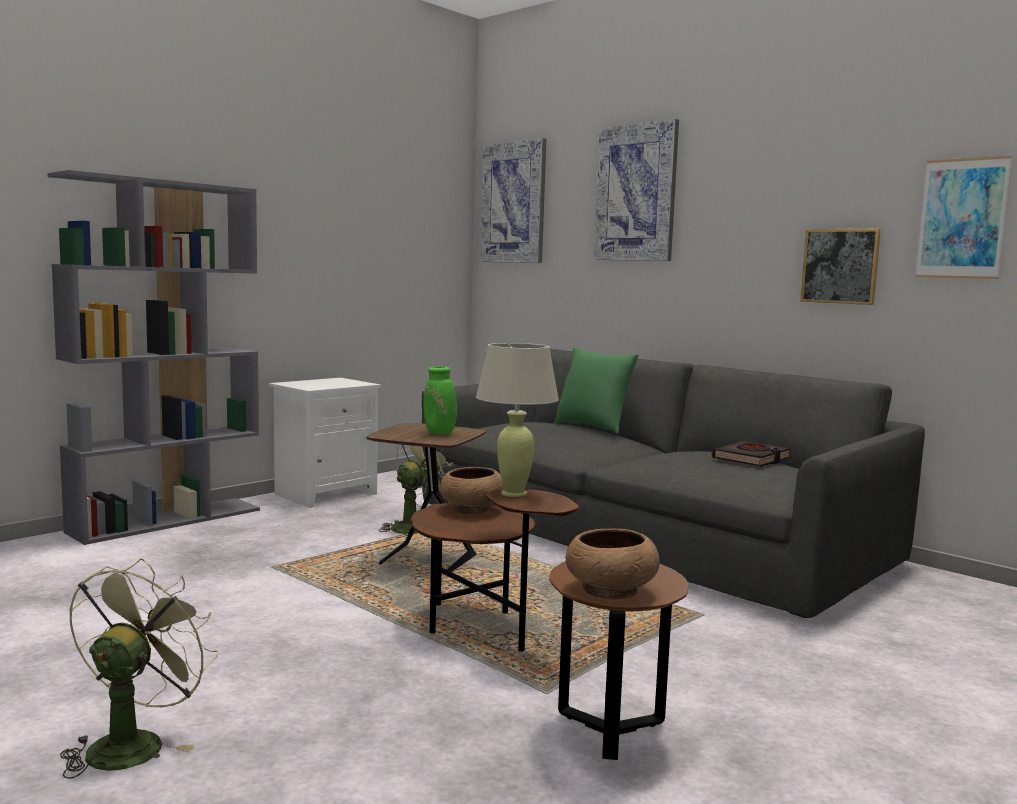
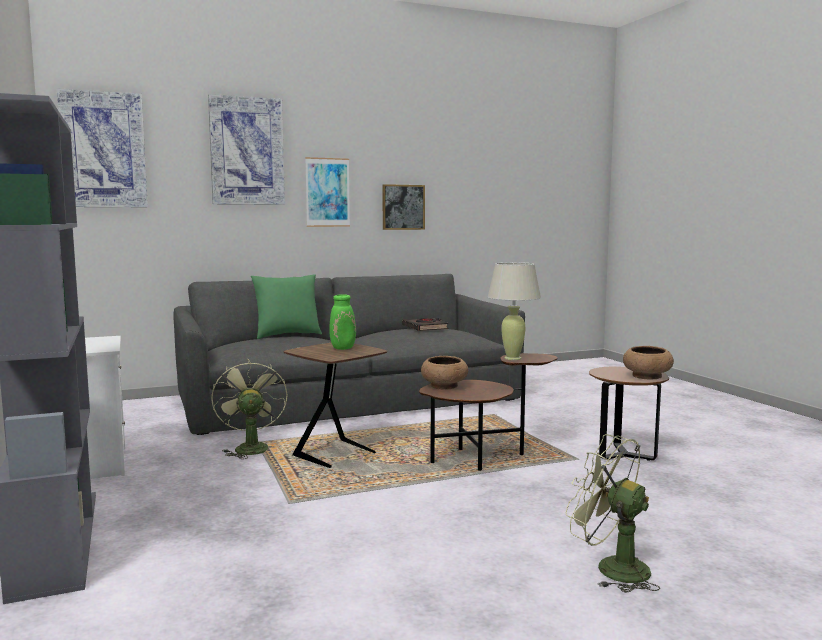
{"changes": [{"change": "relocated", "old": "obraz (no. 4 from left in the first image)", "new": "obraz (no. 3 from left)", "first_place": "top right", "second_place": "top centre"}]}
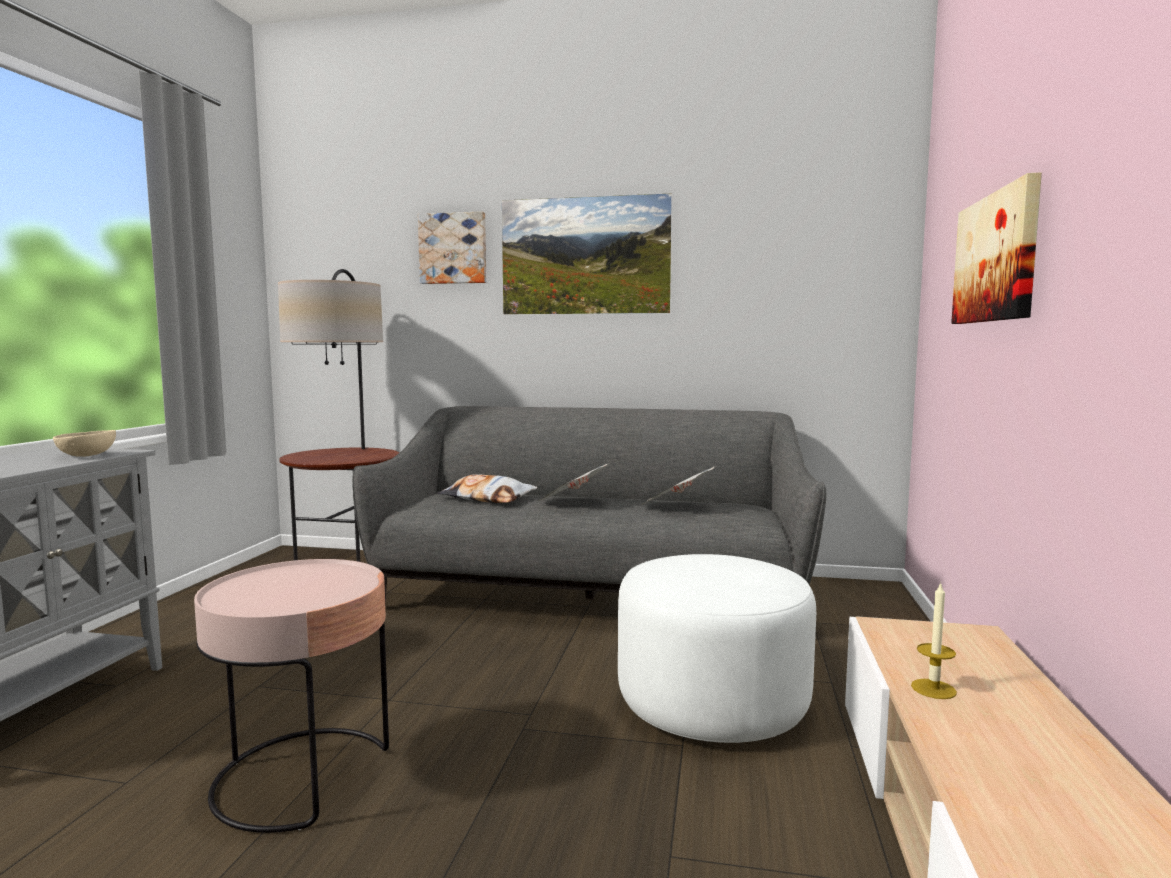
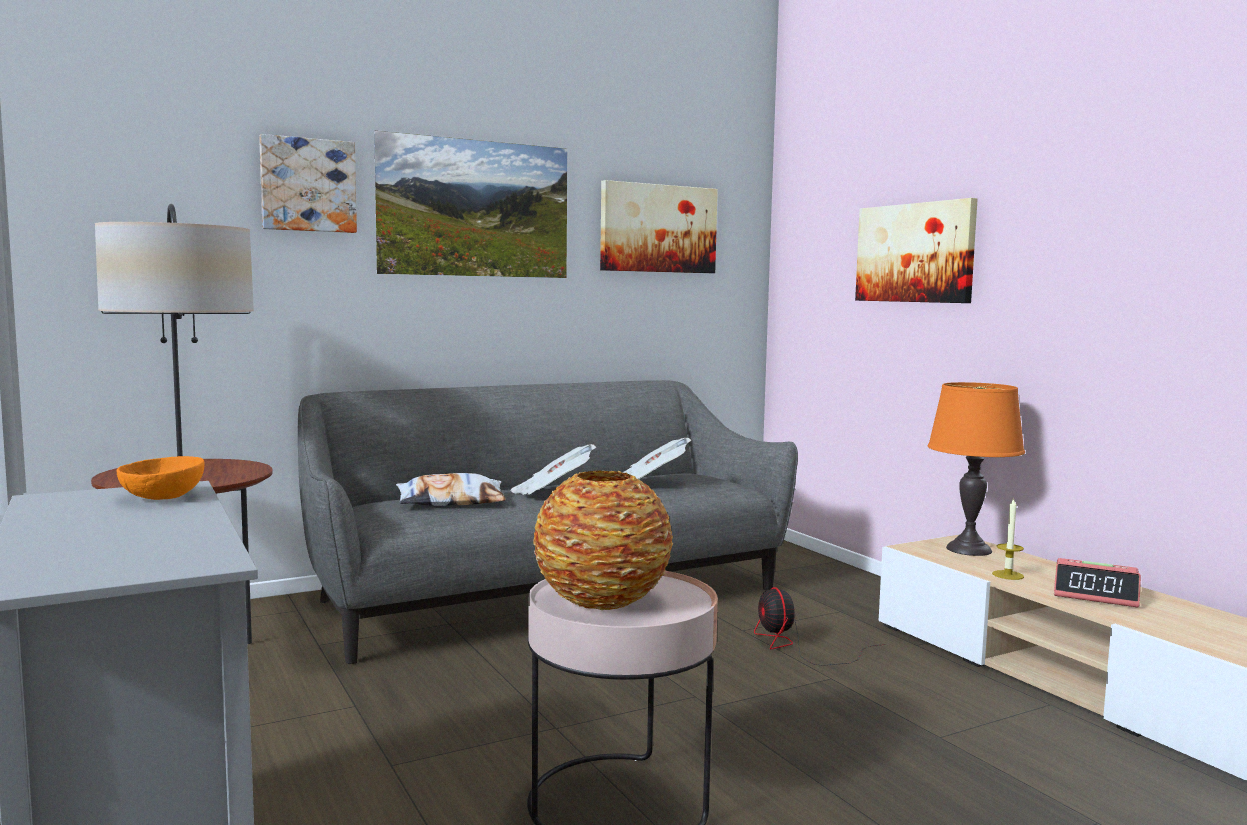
{"changes": [{"change": "colour", "old": "miska/beżowy", "new": "miska/pomarańczowy", "first_place": "middle left", "second_place": "middle left"}, {"change": "exchanged", "old": "pufa/biały", "new": "wentylator", "first_place": "bottom centre", "second_place": "bottom centre"}, {"change": "appeared", "new": "obraz (no. 3 from left)", "second_place": "top centre"}, {"change": "appeared", "new": "lampa stołowa/pomarańczowy", "second_place": "middle right"}, {"change": "appeared", "new": "wazon", "second_place": "centre"}, {"change": "appeared", "new": "budzik", "second_place": "bottom right"}]}
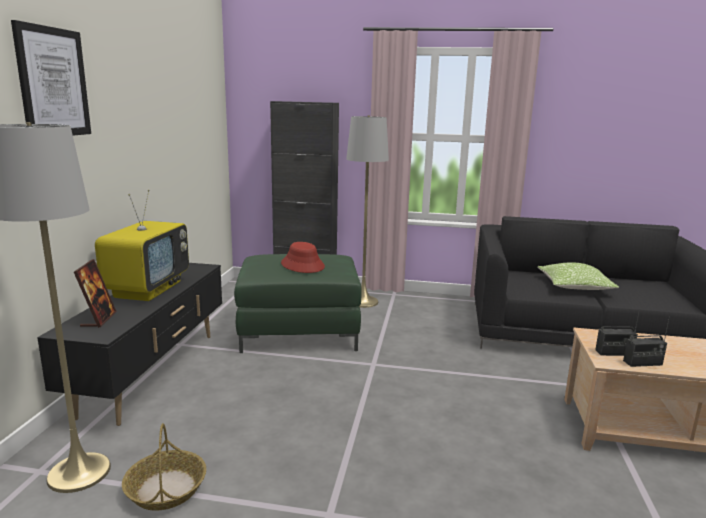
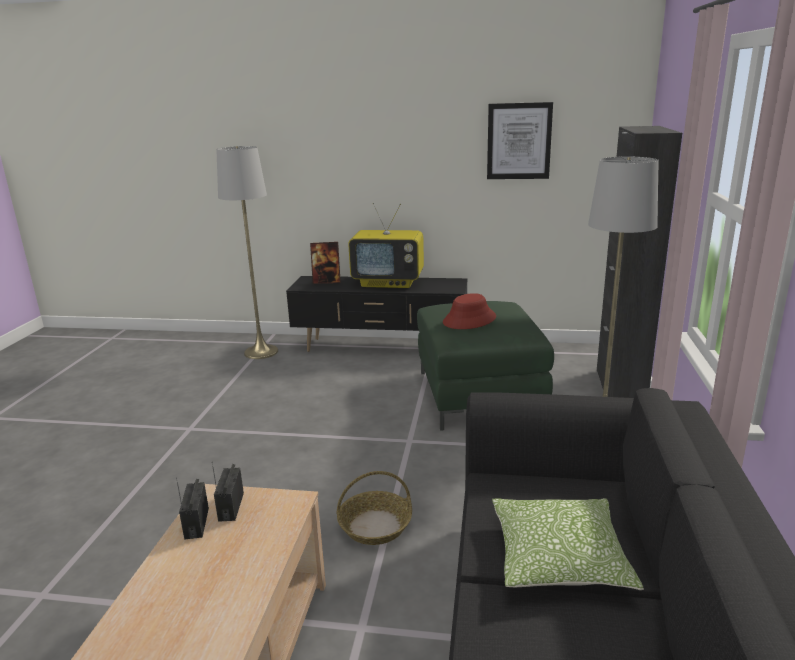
{"changes": [{"change": "relocated", "old": "obraz", "first_place": "top left", "second_place": "top centre"}, {"change": "relocated", "old": "koszyk", "first_place": "bottom left", "second_place": "bottom centre"}]}
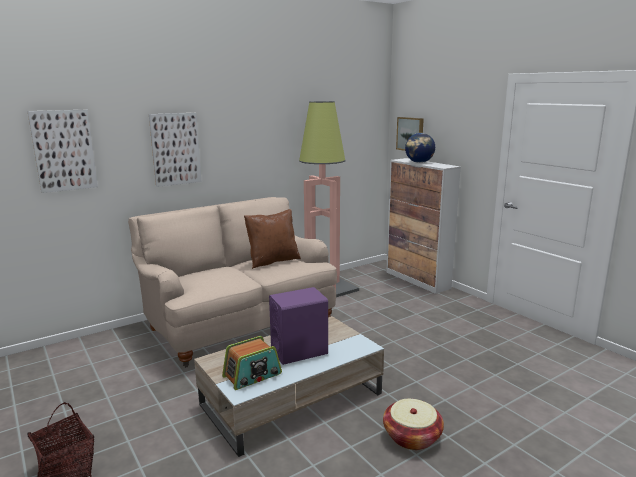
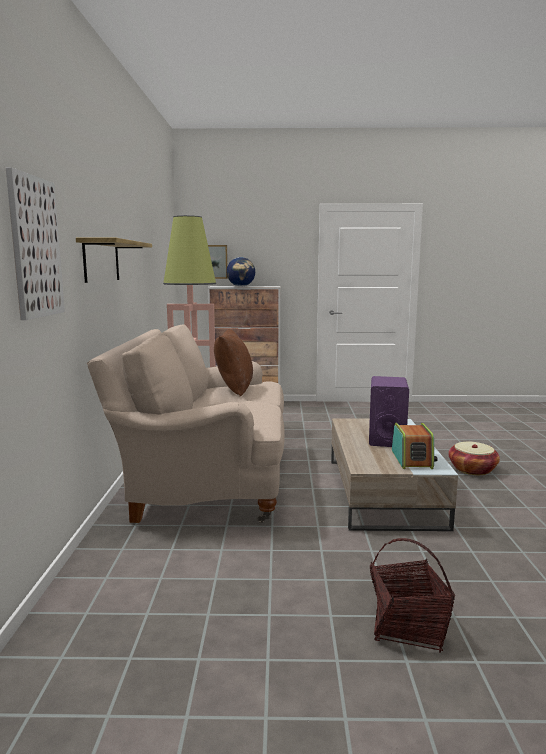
{"changes": [{"change": "exchanged", "old": "obraz (no. 2 from left)", "new": "półka", "first_place": "top left", "second_place": "middle left"}]}
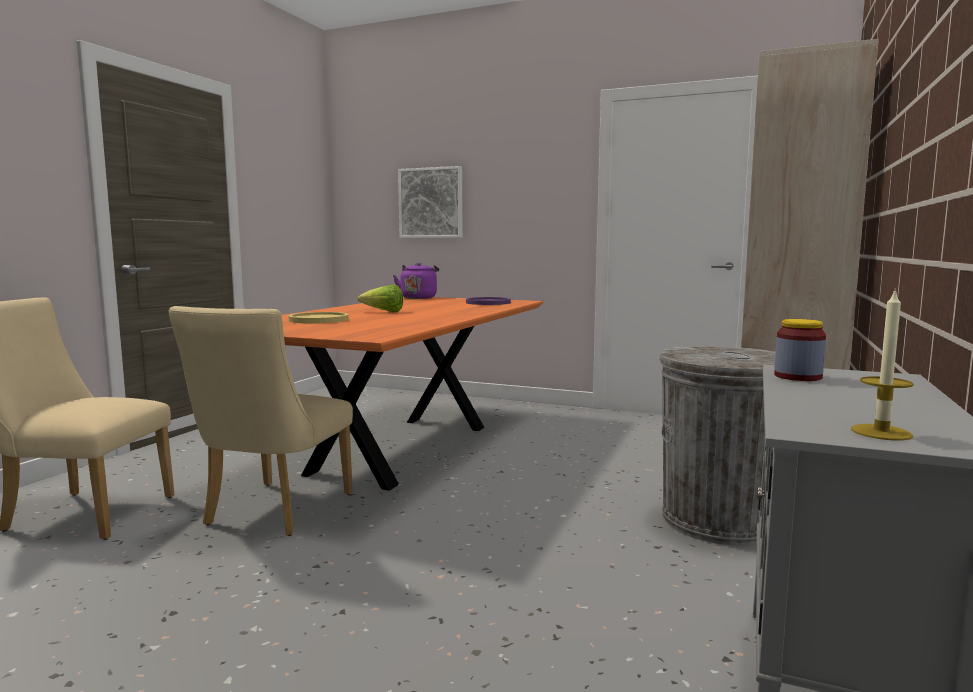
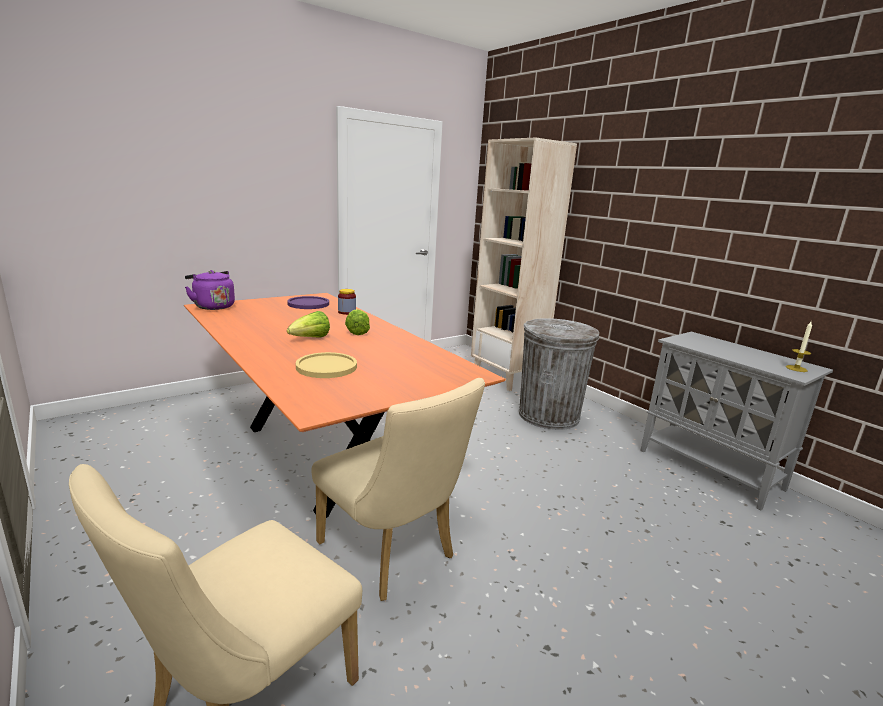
{"changes": [{"change": "missing", "old": "obraz", "first_place": "top centre"}, {"change": "relocated", "old": "słoik", "first_place": "middle right", "second_place": "centre"}, {"change": "appeared", "new": "sałata (no. 2 from left)", "second_place": "centre"}]}
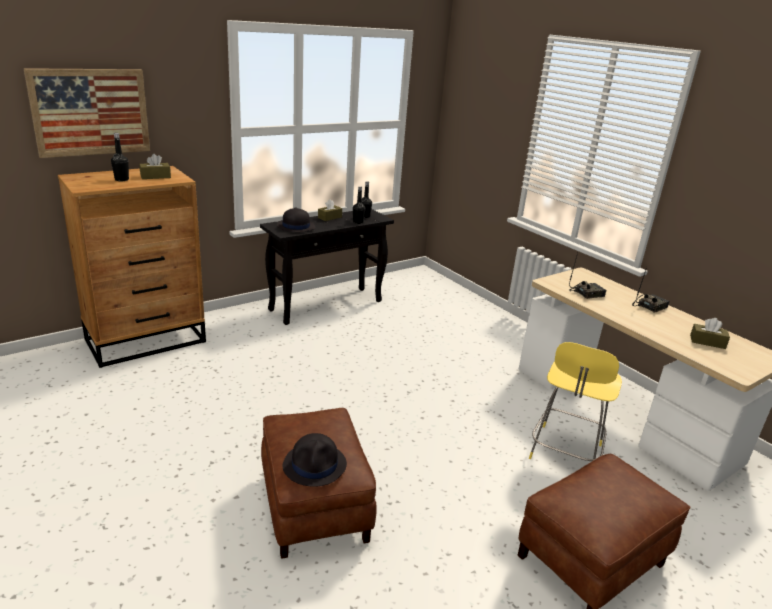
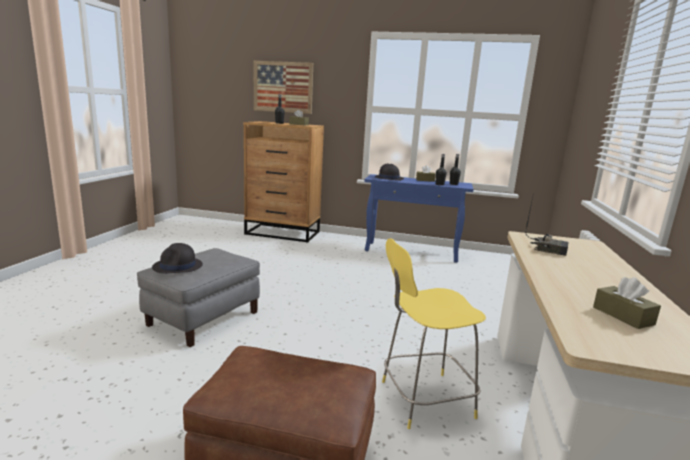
{"changes": [{"change": "colour", "old": "stolik konsolowy/czarny", "new": "stolik konsolowy/niebieski", "first_place": "centre", "second_place": "centre"}, {"change": "missing", "old": "radio (no. 2 from left)", "first_place": "middle right"}, {"change": "colour", "old": "pufa/brązowy (no. 1 from left)", "new": "pufa/szary", "first_place": "bottom centre", "second_place": "middle left"}]}
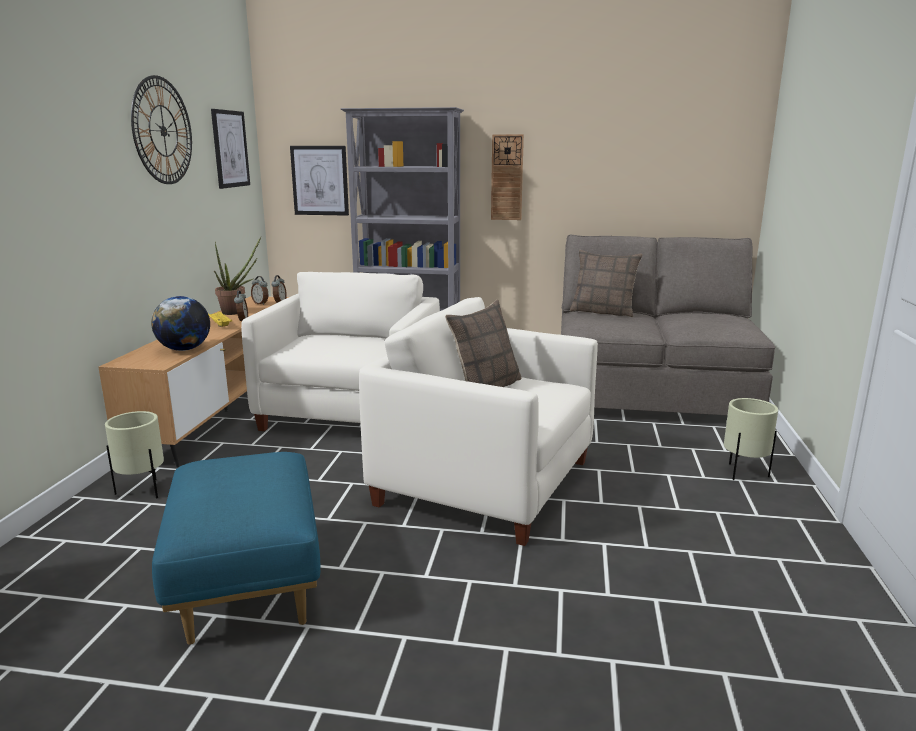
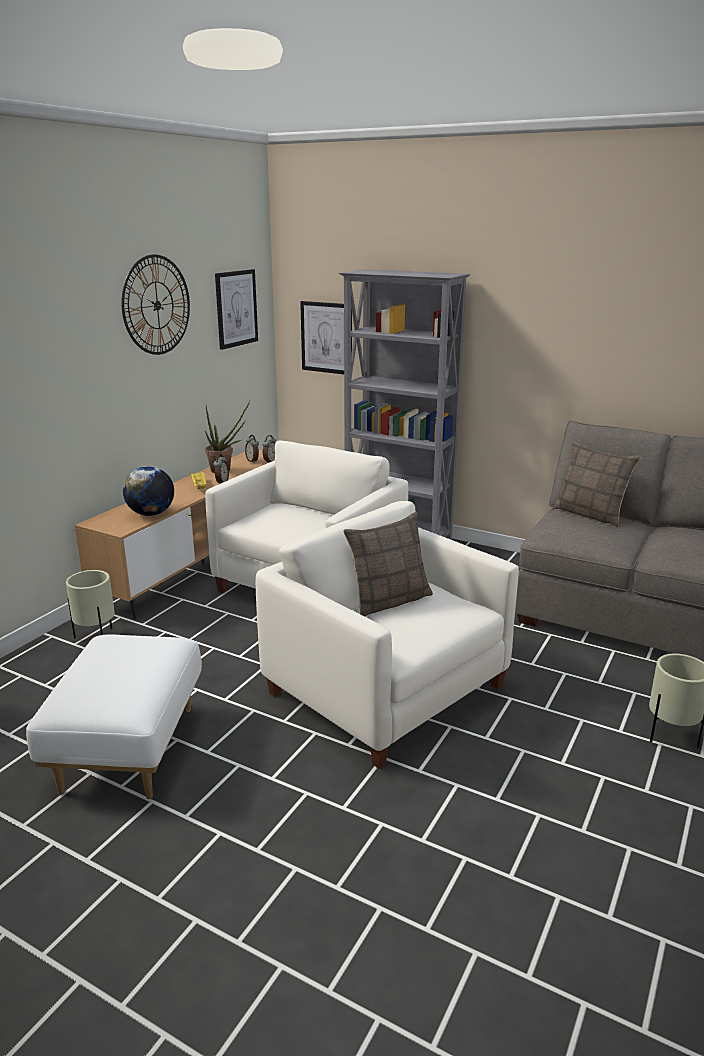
{"changes": [{"change": "missing", "old": "zegar ścienny (no. 2 from left)", "first_place": "top centre"}, {"change": "colour", "old": "pufa/niebieski", "new": "pufa/biały", "first_place": "bottom left", "second_place": "bottom left"}]}
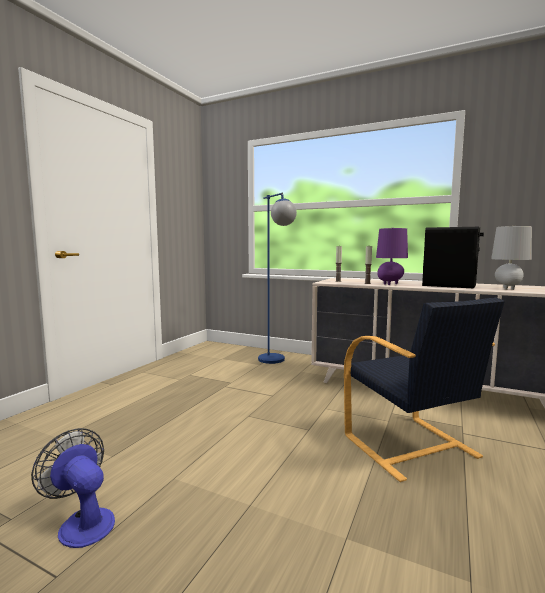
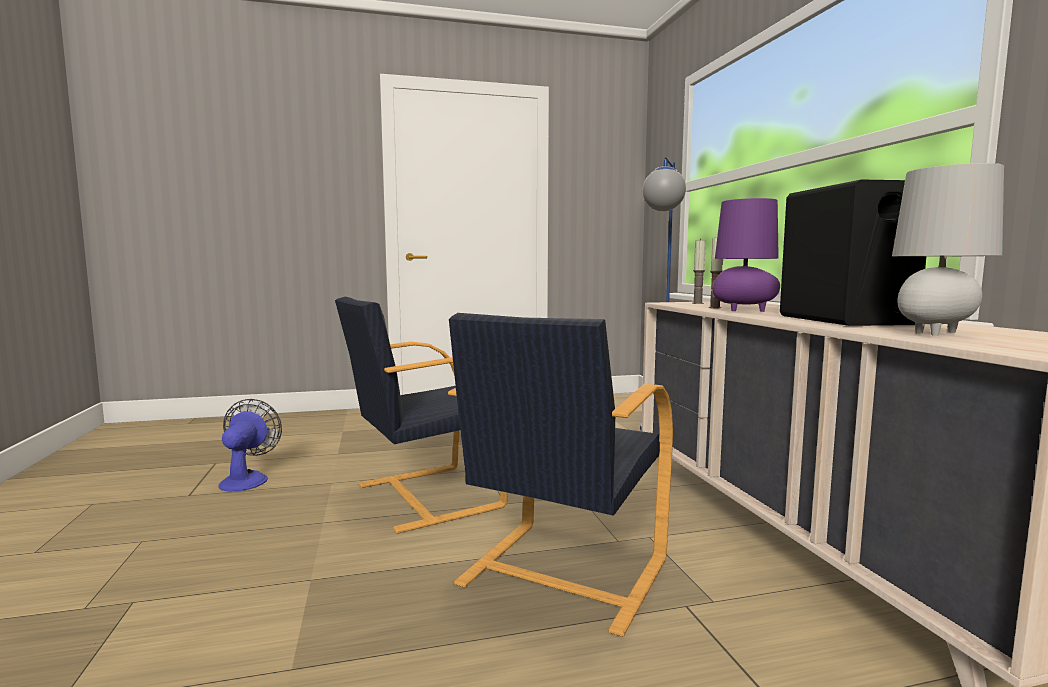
{"changes": [{"change": "appeared", "new": "fotel/czarny (no. 1 from left)", "second_place": "centre"}]}
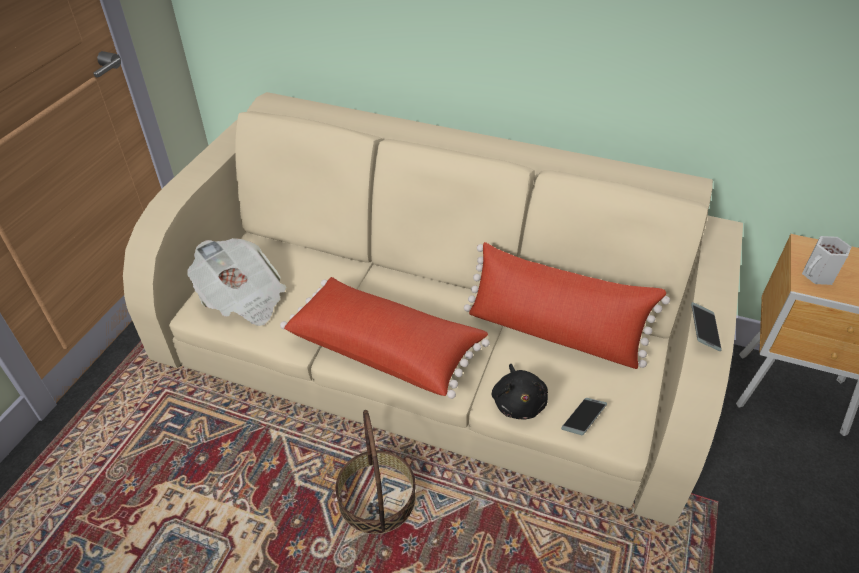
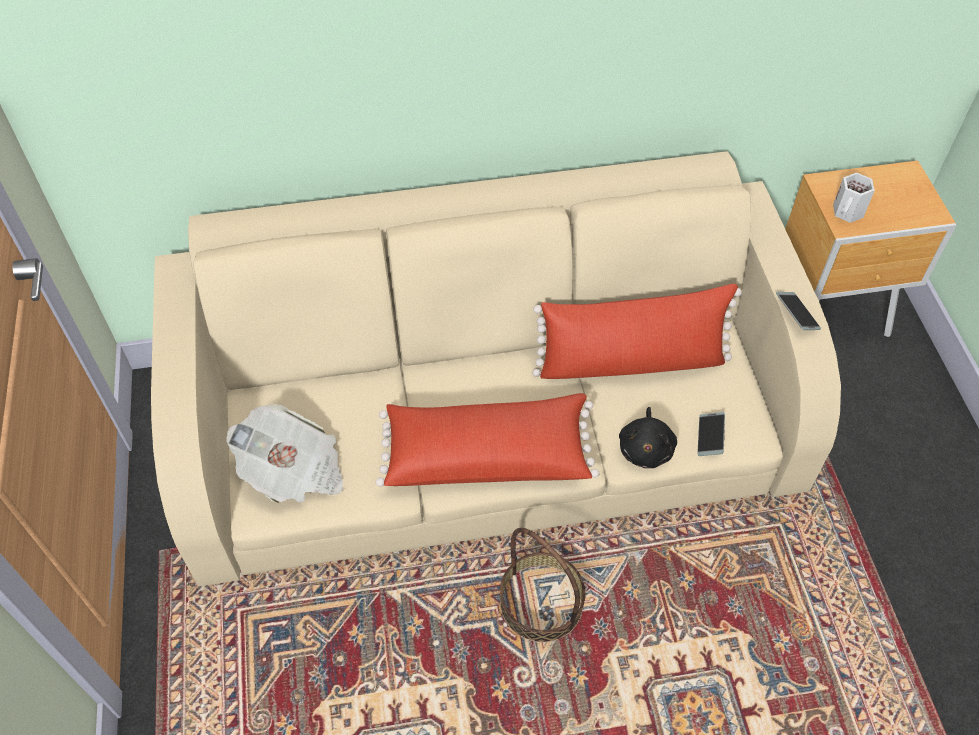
{"changes": [{"change": "spun", "old": "pluszak/czarny", "first_place": "bottom centre", "second_place": "centre", "degrees": 45}]}
